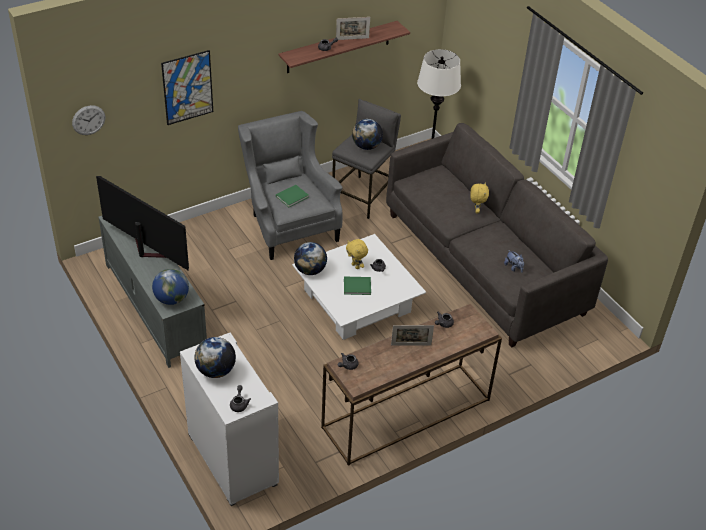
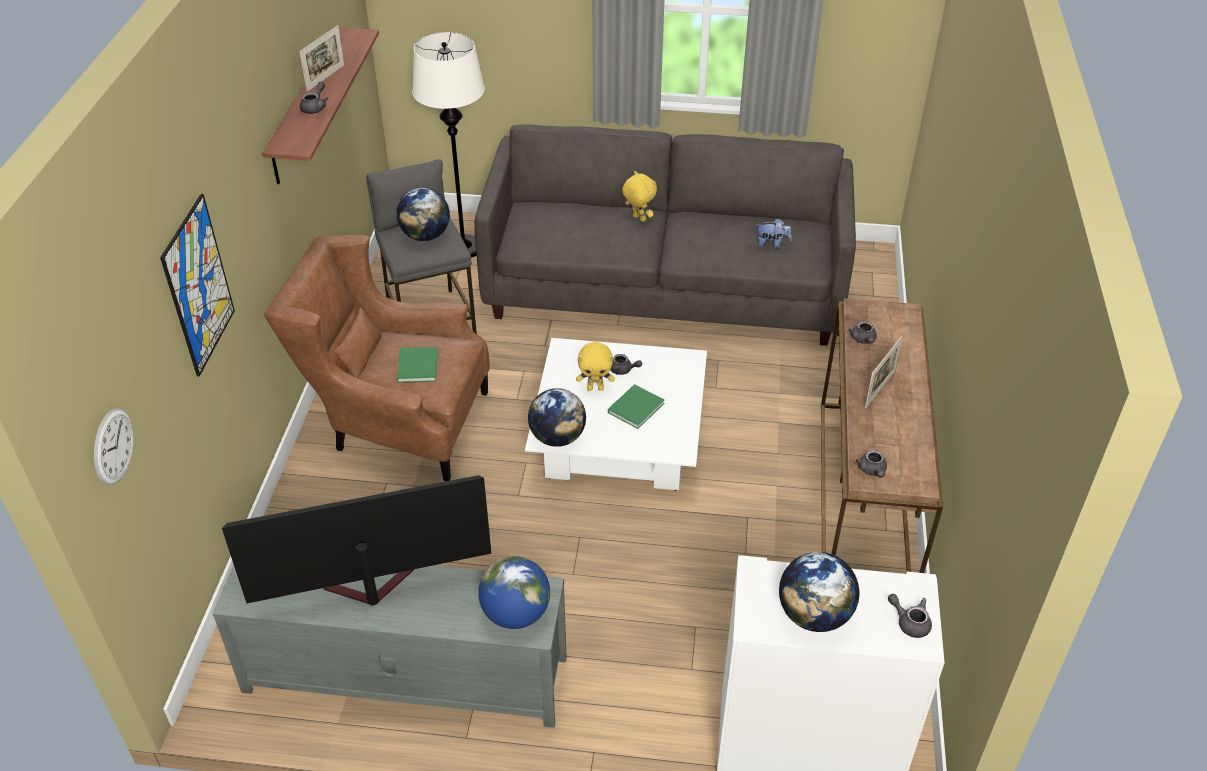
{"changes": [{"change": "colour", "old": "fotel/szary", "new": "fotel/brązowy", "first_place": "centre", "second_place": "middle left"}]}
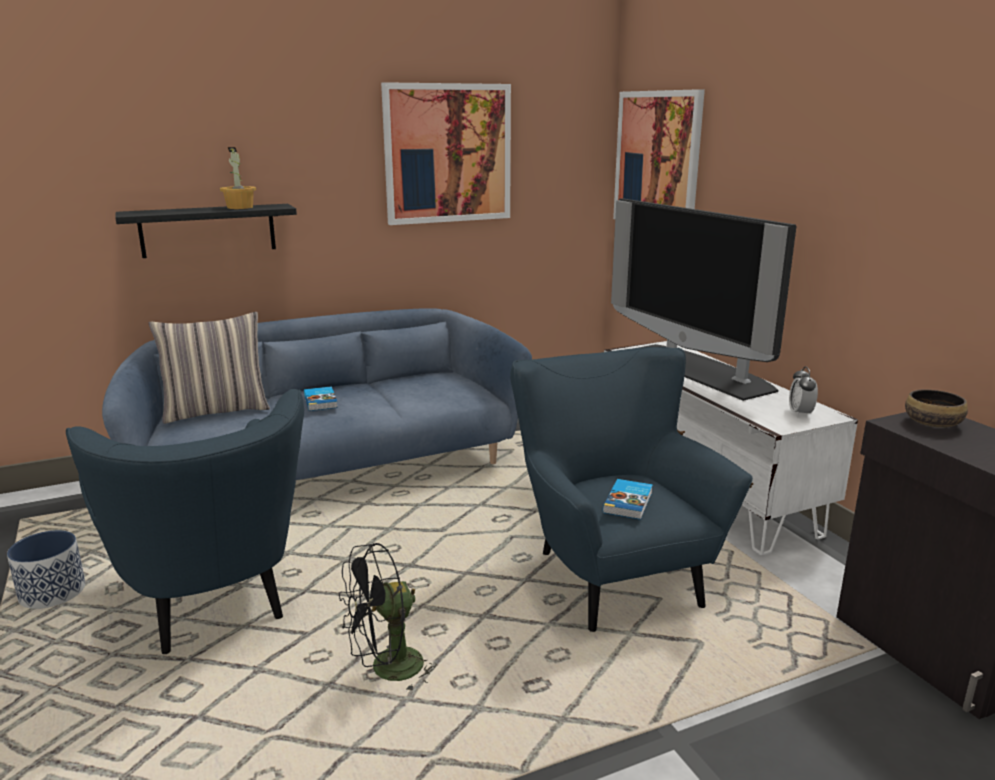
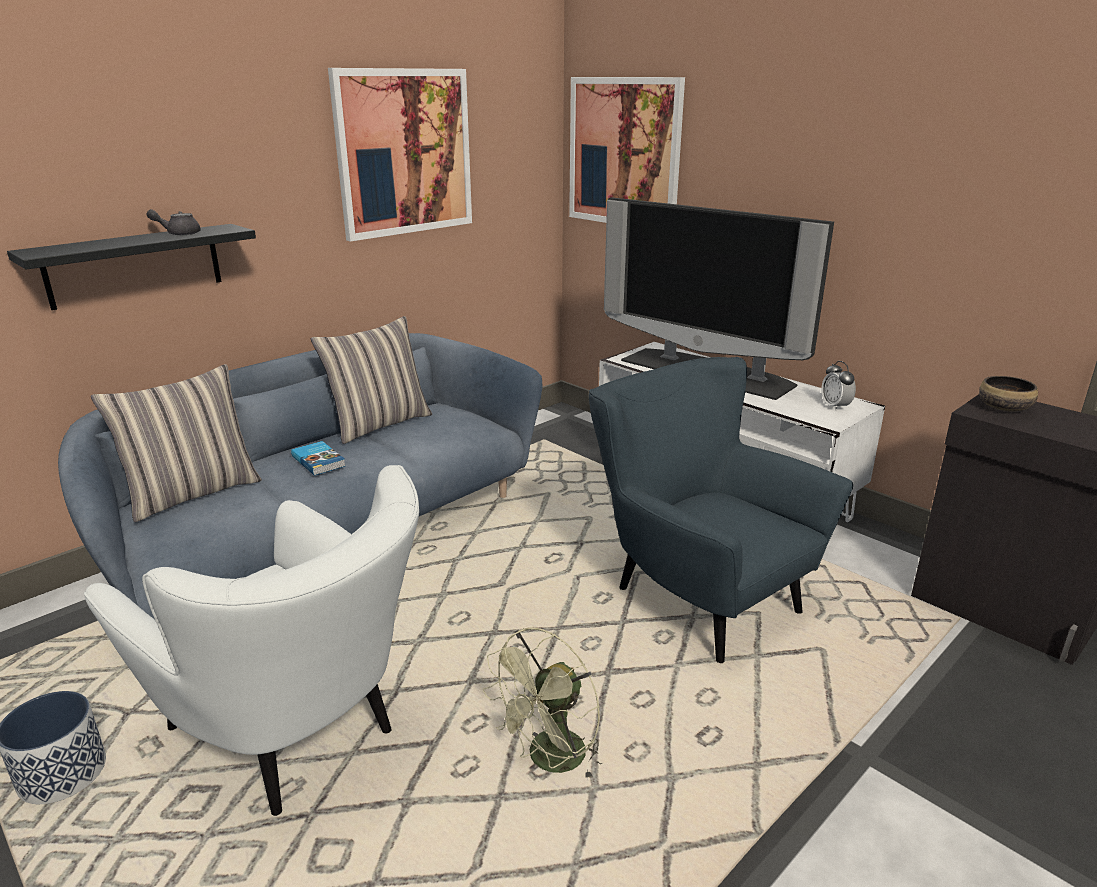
{"changes": [{"change": "exchanged", "old": "roślina doniczkowa", "new": "imbryk/szary", "first_place": "top left", "second_place": "top left"}, {"change": "colour", "old": "fotel/niebieski (no. 1 from left)", "new": "fotel/biały", "first_place": "bottom left", "second_place": "bottom left"}, {"change": "missing", "old": "książka (no. 2 from left)", "first_place": "centre"}, {"change": "colour", "old": "wentylator/czarny", "new": "wentylator/zielony", "first_place": "bottom centre", "second_place": "bottom centre"}, {"change": "appeared", "new": "poduszka (no. 2 from left)", "second_place": "centre"}]}
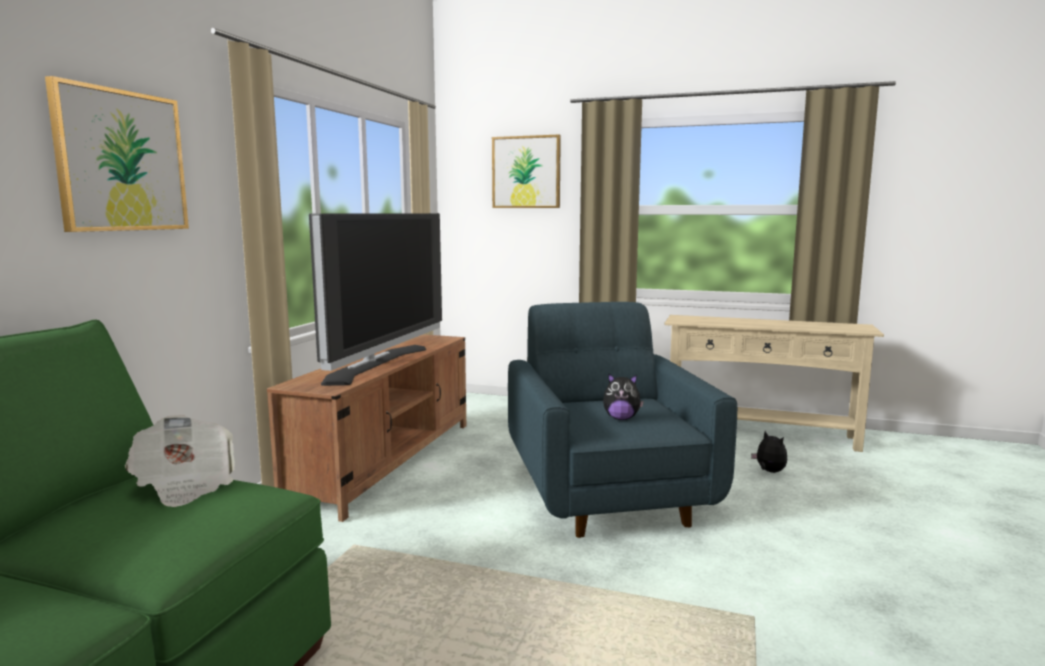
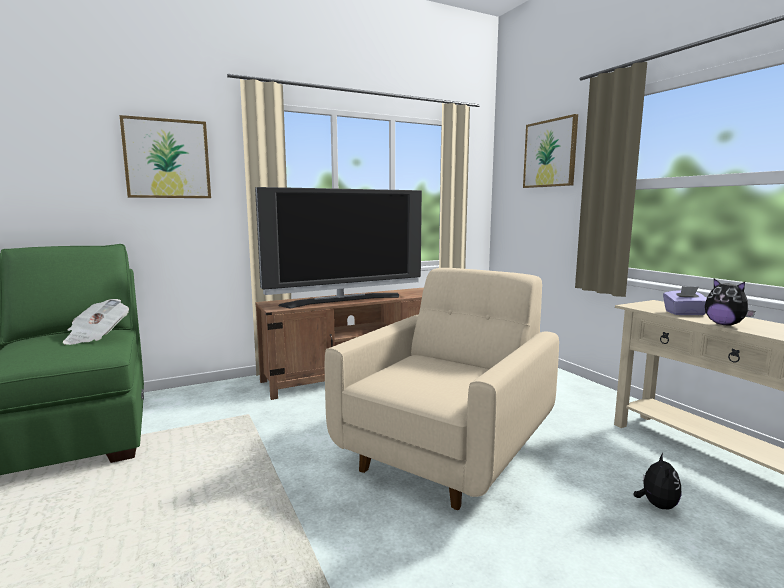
{"changes": [{"change": "colour", "old": "fotel/niebieski", "new": "fotel/beżowy", "first_place": "centre", "second_place": "centre"}, {"change": "relocated", "old": "pluszak (no. 1 from left in the first image)", "new": "pluszak (no. 2 from left)", "first_place": "centre", "second_place": "middle right"}, {"change": "appeared", "new": "pudełko chusteczek/fioletowy", "second_place": "middle right"}]}
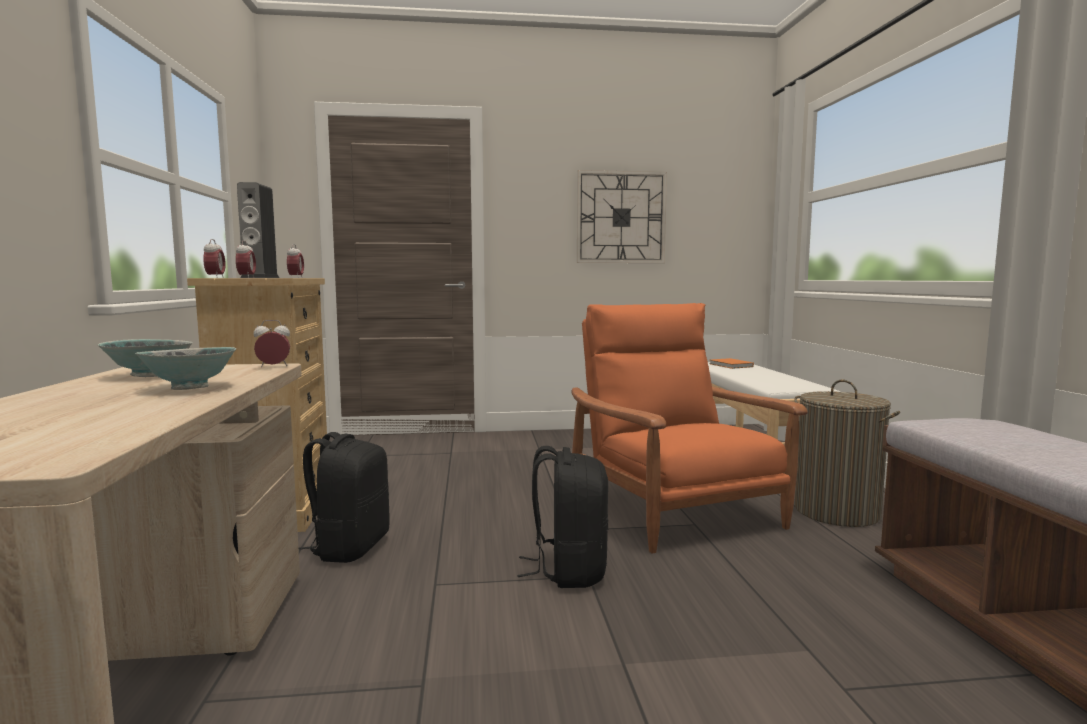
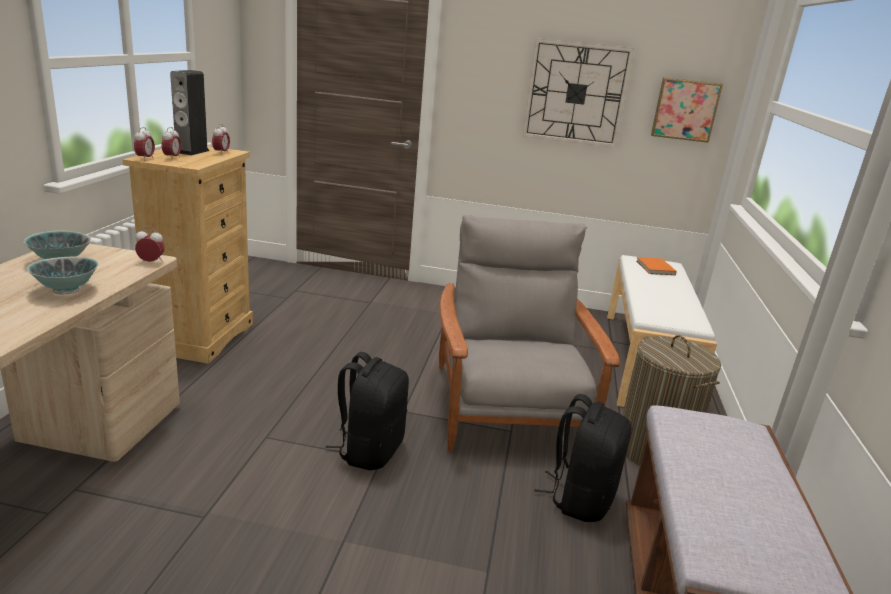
{"changes": [{"change": "colour", "old": "fotel/pomarańczowy", "new": "fotel/szary", "first_place": "centre", "second_place": "centre"}, {"change": "relocated", "old": "plecak/czarny (no. 1 from left in the first image)", "new": "plecak/czarny (no. 2 from left)", "first_place": "bottom left", "second_place": "bottom centre"}, {"change": "appeared", "new": "obraz", "second_place": "top right"}]}
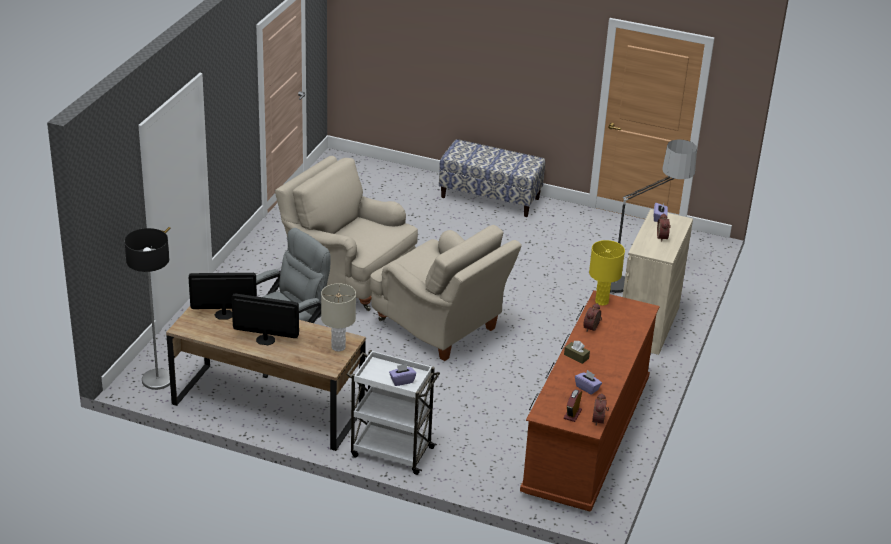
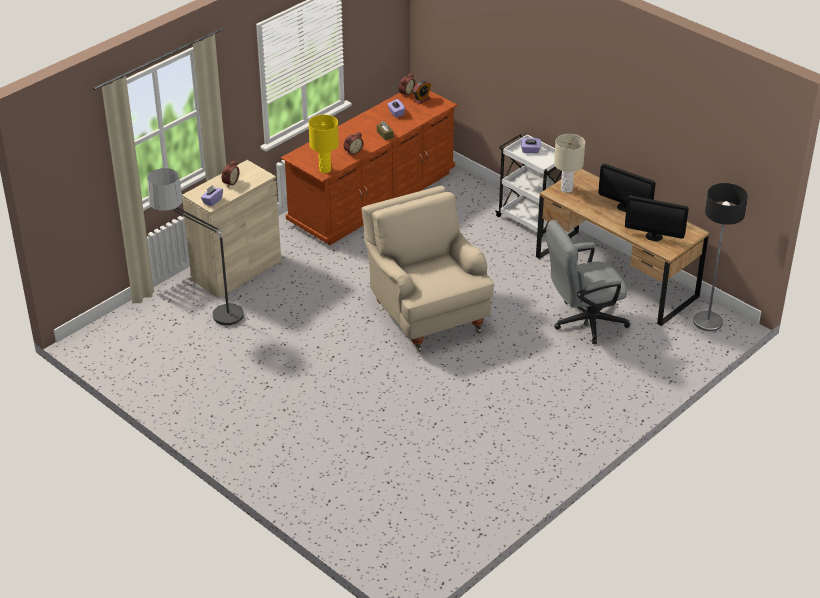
{"changes": [{"change": "missing", "old": "ławka", "first_place": "top centre"}, {"change": "missing", "old": "fotel/beżowy (no. 1 from left)", "first_place": "centre"}]}
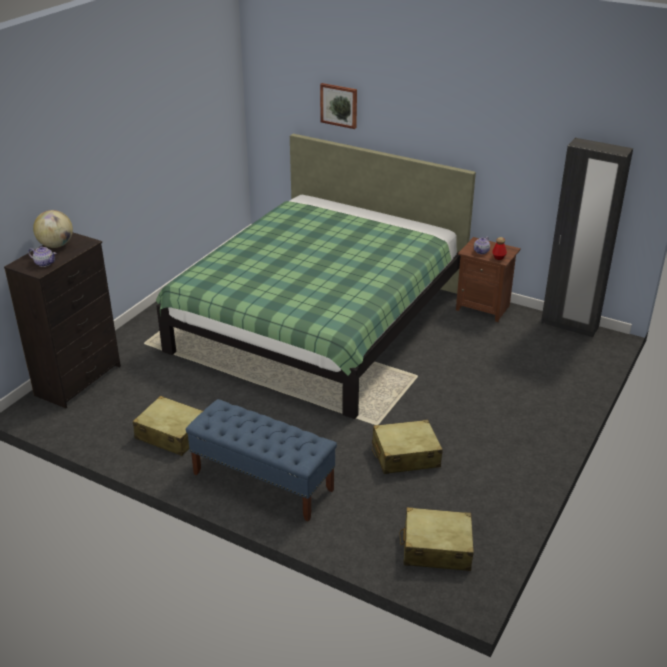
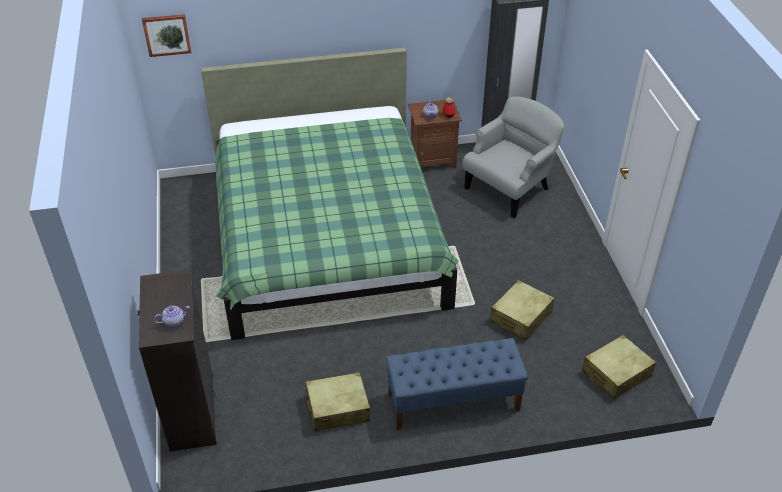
{"changes": [{"change": "relocated", "old": "obraz", "first_place": "top centre", "second_place": "top left"}, {"change": "missing", "old": "globus", "first_place": "middle left"}, {"change": "appeared", "new": "fotel/szary", "second_place": "top centre"}]}
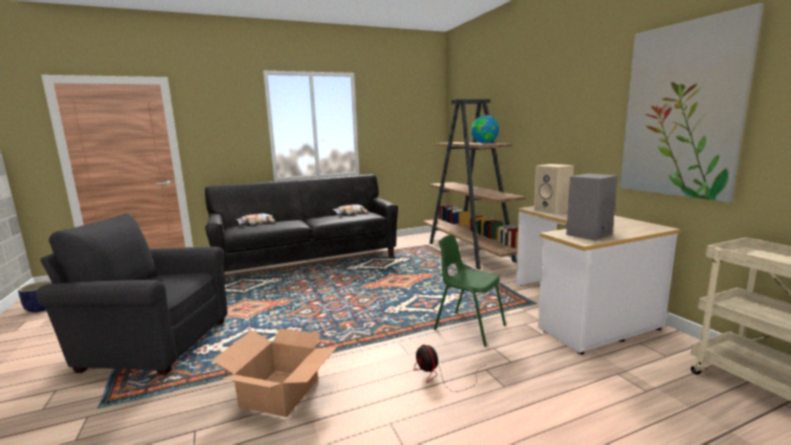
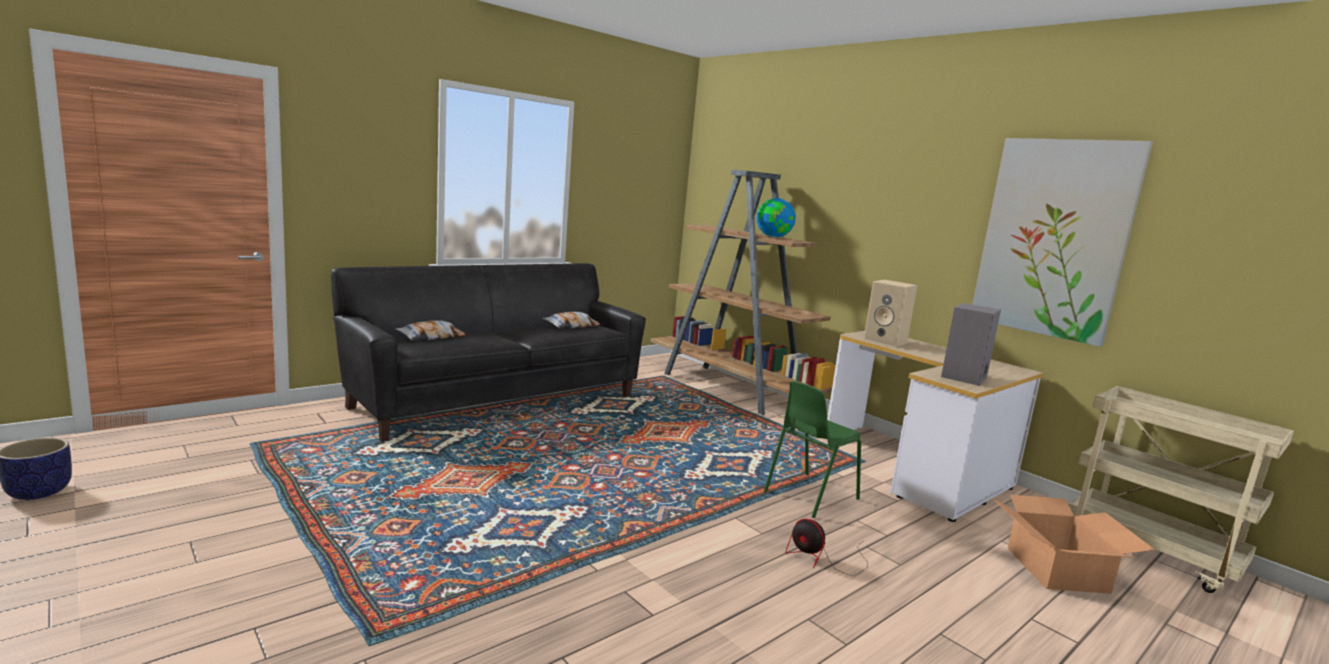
{"changes": [{"change": "missing", "old": "fotel/szary", "first_place": "middle left"}, {"change": "spun", "old": "krzesło/zielony", "first_place": "centre", "second_place": "bottom centre", "degrees": -60}, {"change": "relocated", "old": "karton", "first_place": "bottom centre", "second_place": "bottom right"}]}
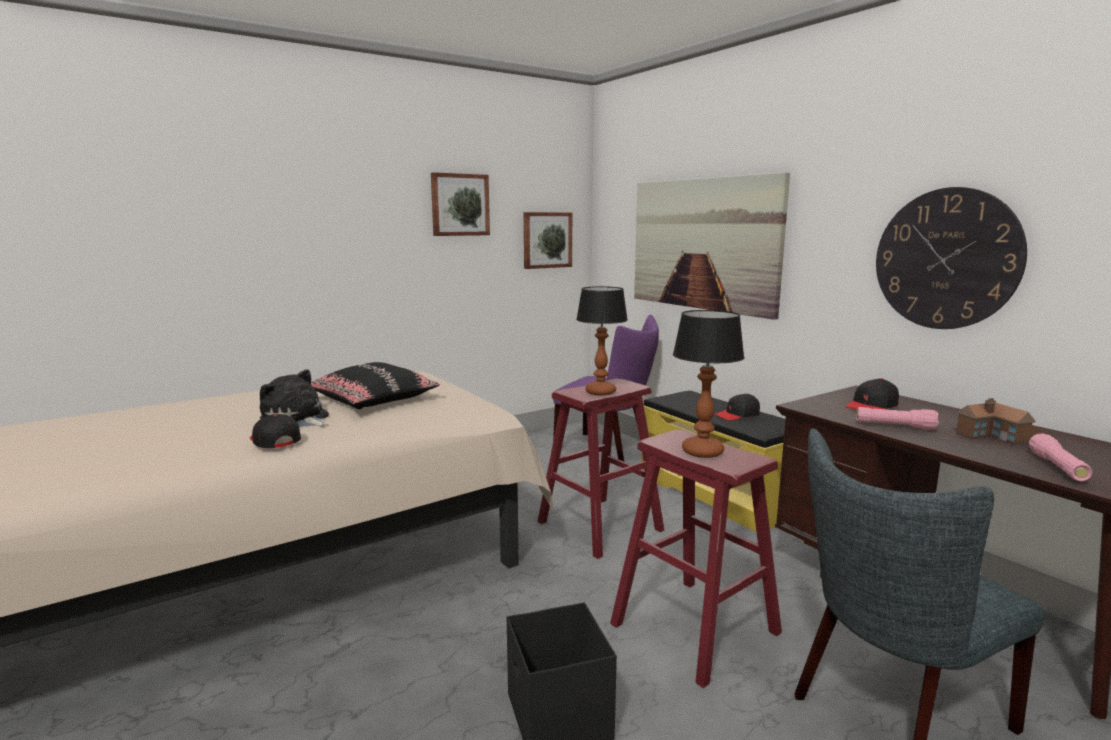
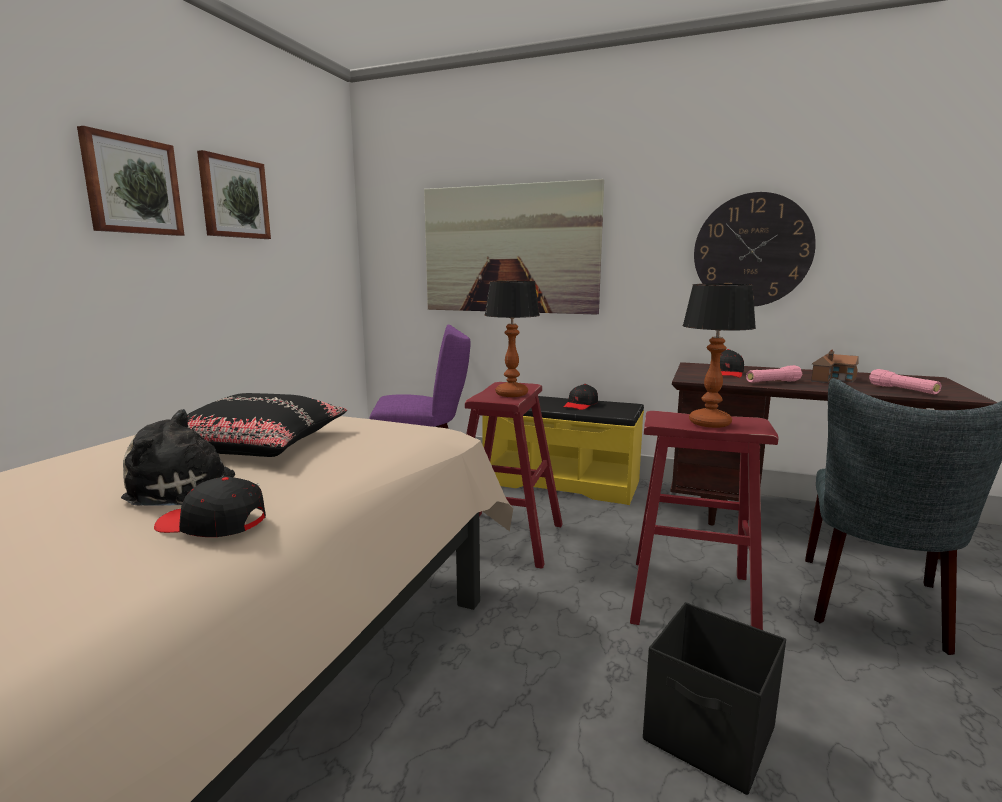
{"changes": [{"change": "relocated", "old": "obraz (no. 2 from left in the first image)", "new": "obraz (no. 1 from left)", "first_place": "top centre", "second_place": "top left"}]}
